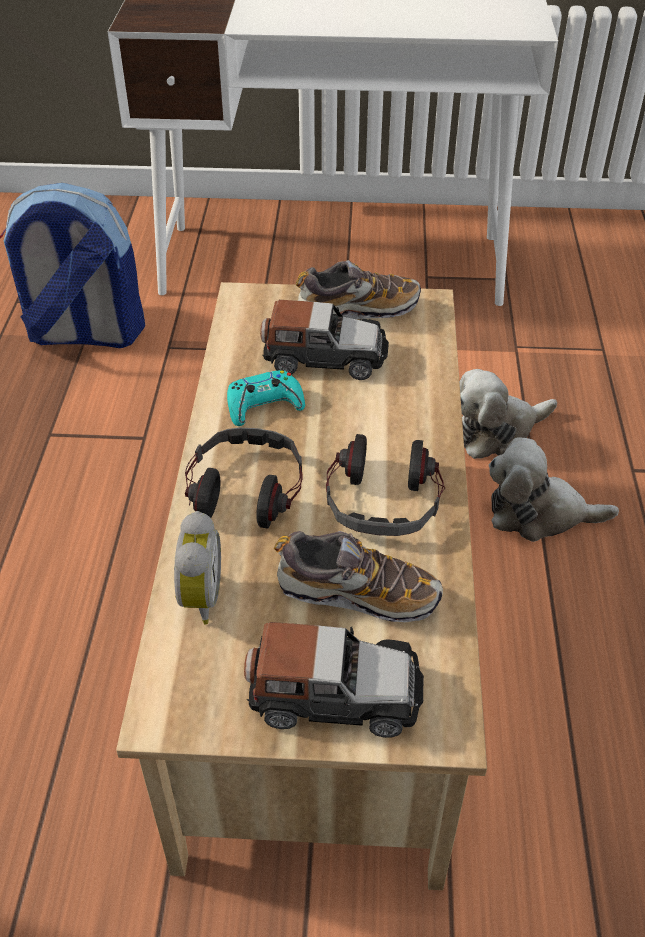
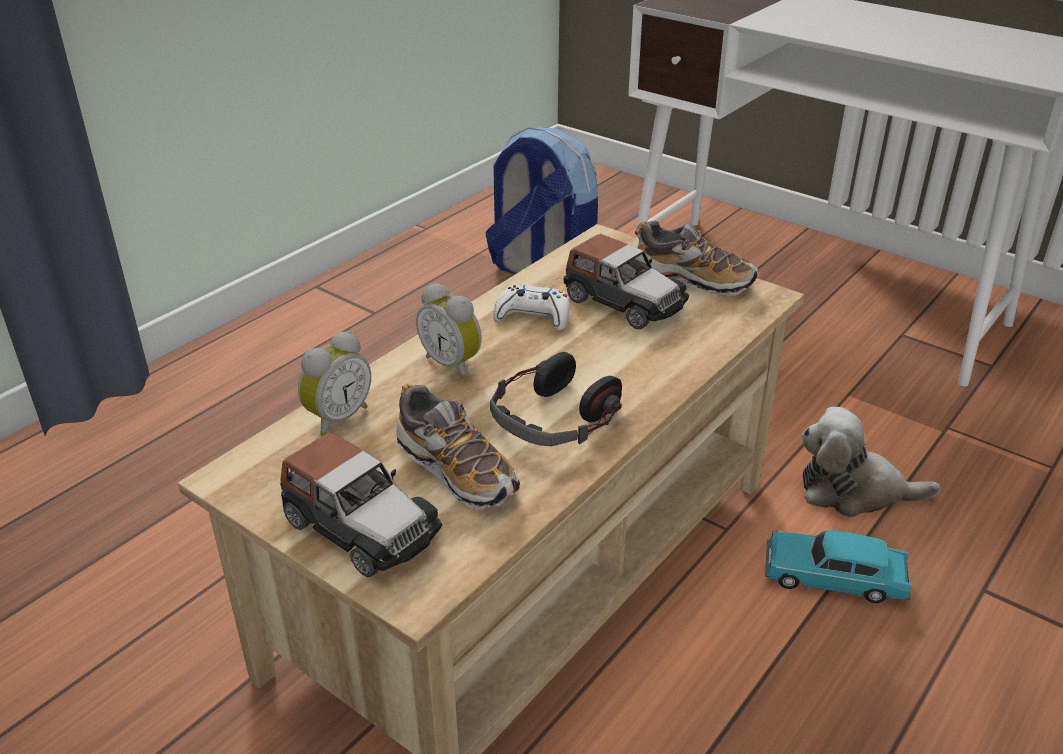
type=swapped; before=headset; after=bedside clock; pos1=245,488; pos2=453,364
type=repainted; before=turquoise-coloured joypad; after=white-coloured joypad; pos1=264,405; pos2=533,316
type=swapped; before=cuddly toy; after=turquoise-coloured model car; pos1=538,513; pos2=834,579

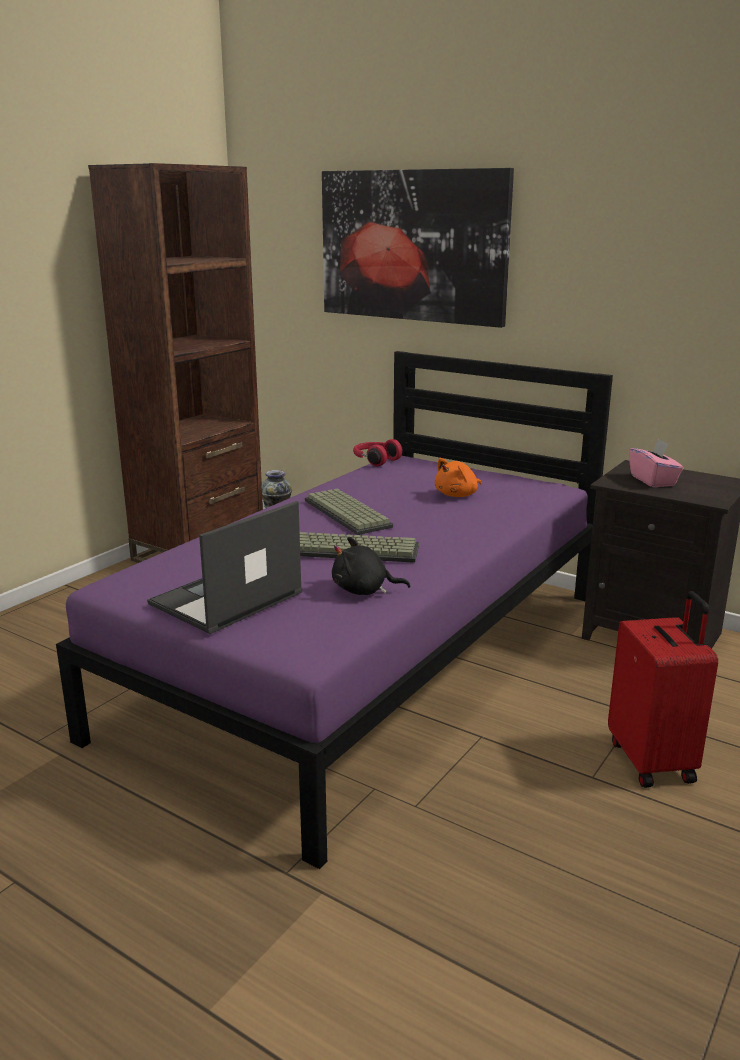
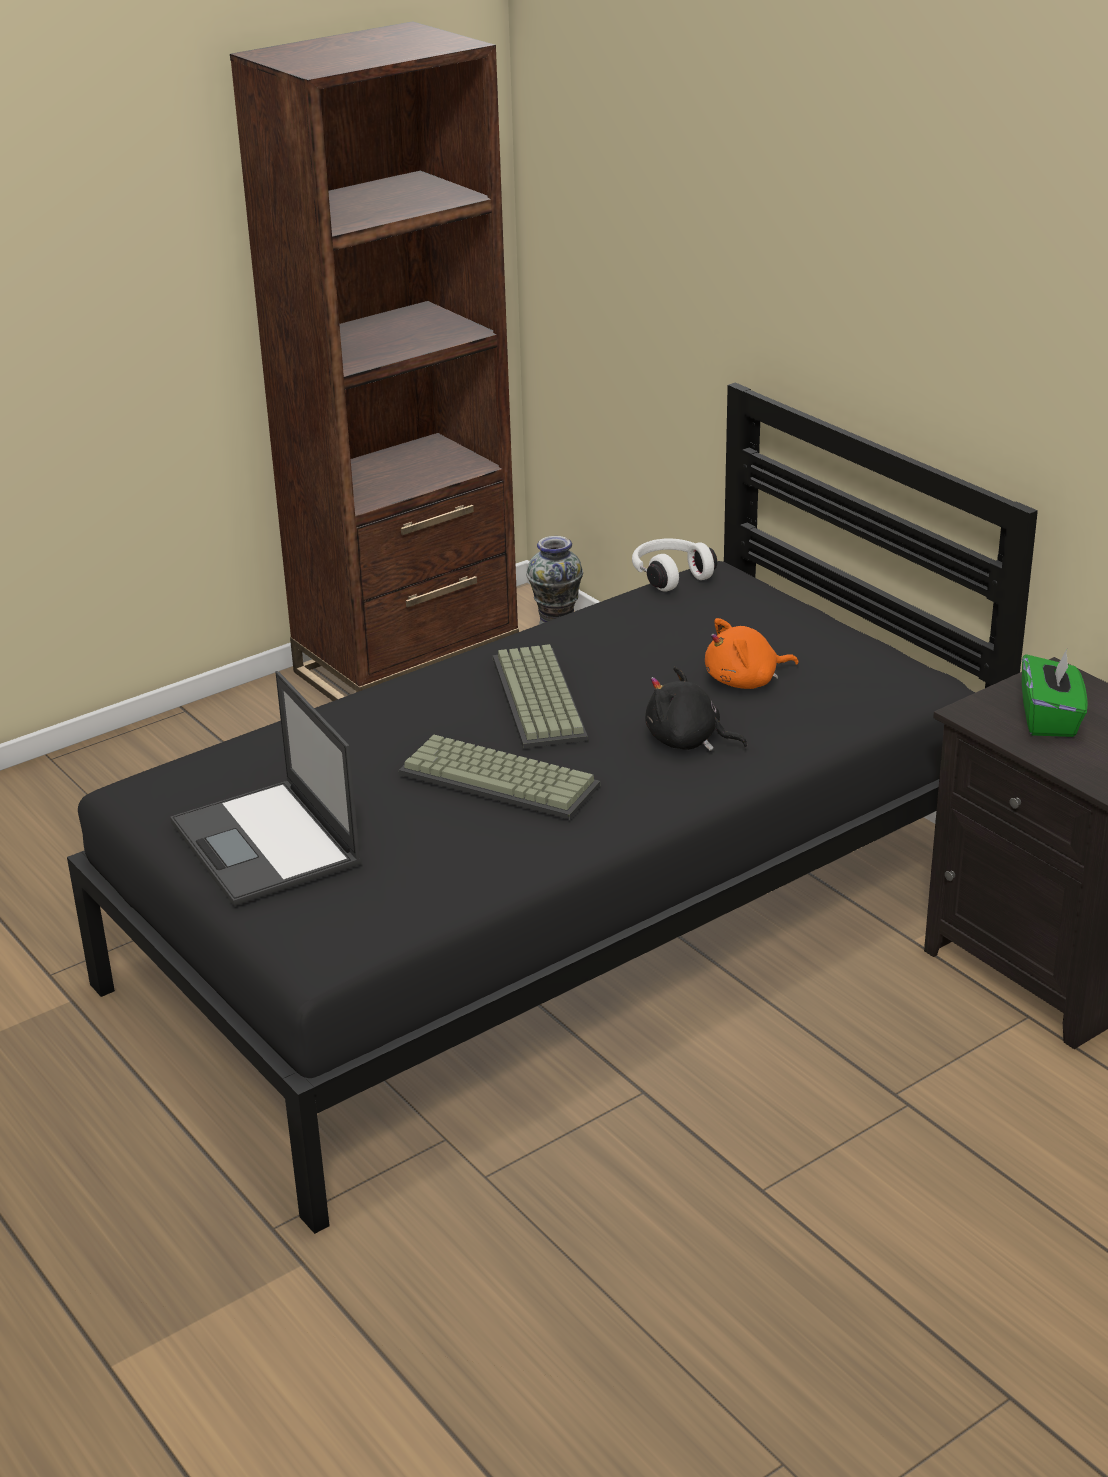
type=repainted; before=purple bed; after=black bed; pos1=370,660; pos2=559,929
type=rotated; before=notebook computer; pos1=225,599; pos2=267,844; turn=-90
type=gone; before=picture; pos1=412,246
type=shifted; before=black cuddly toy; pos1=364,590; pos2=687,741
type=repainted; before=red headset; after=white-coloured headset; pos1=375,460; pos2=670,576
type=gone; before=red travel case; pos1=653,761
type=repainted; before=pinkish tissue box; after=green-coloured tissue box; pos1=653,481; pos2=1050,719

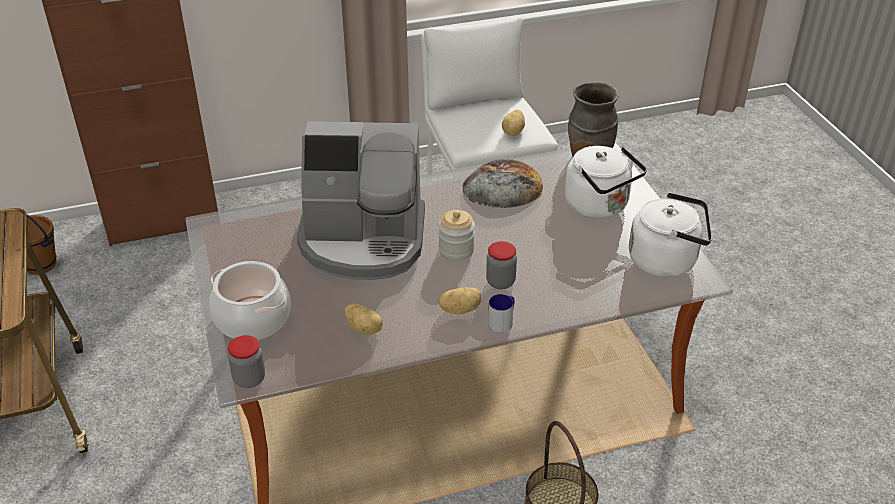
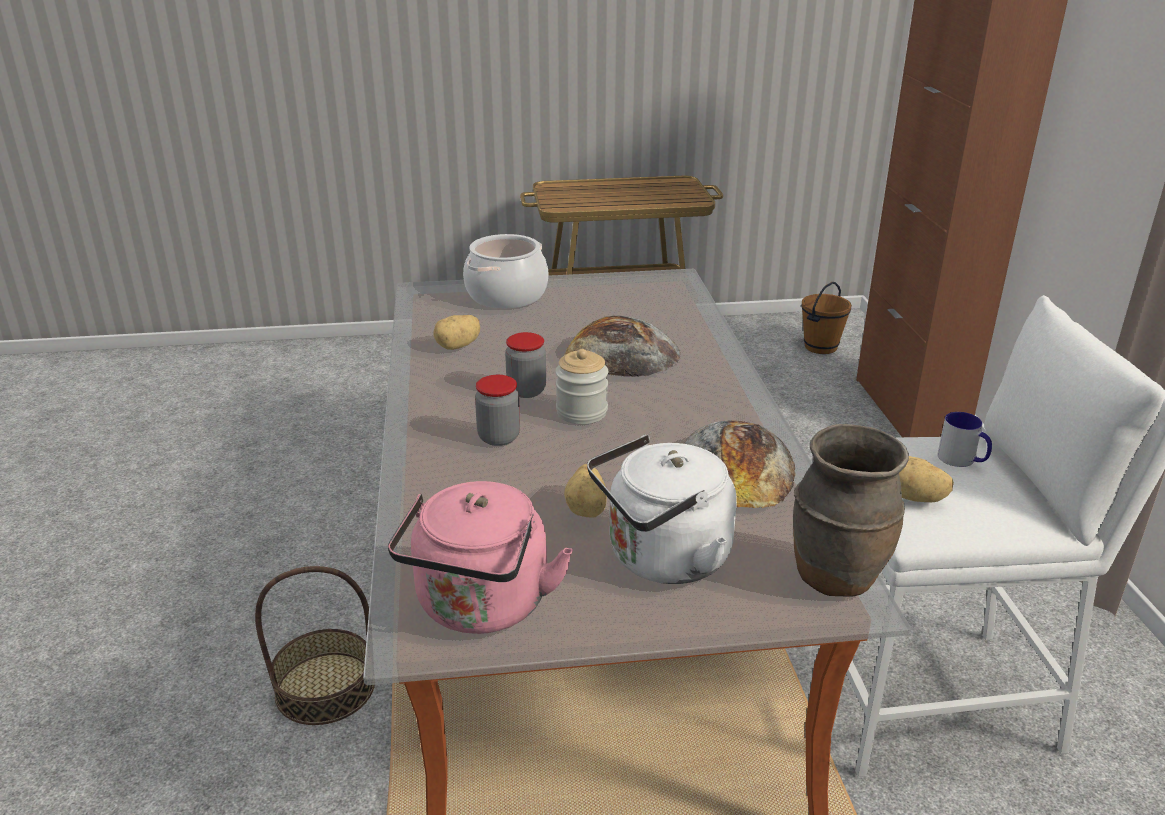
type=shifted; before=storage jar; pos1=249,379; pos2=526,391
type=swapped; before=coffee machine; after=bread; pos1=363,241; pos2=621,354
type=shifted; before=potato; pos1=460,309; pos2=587,509
type=shifted; before=tea mug; pos1=503,321; pos2=962,460
type=repainted; before=white-coloured tea kettle; after=pinkish tea kettle; pos1=666,260; pos2=481,608

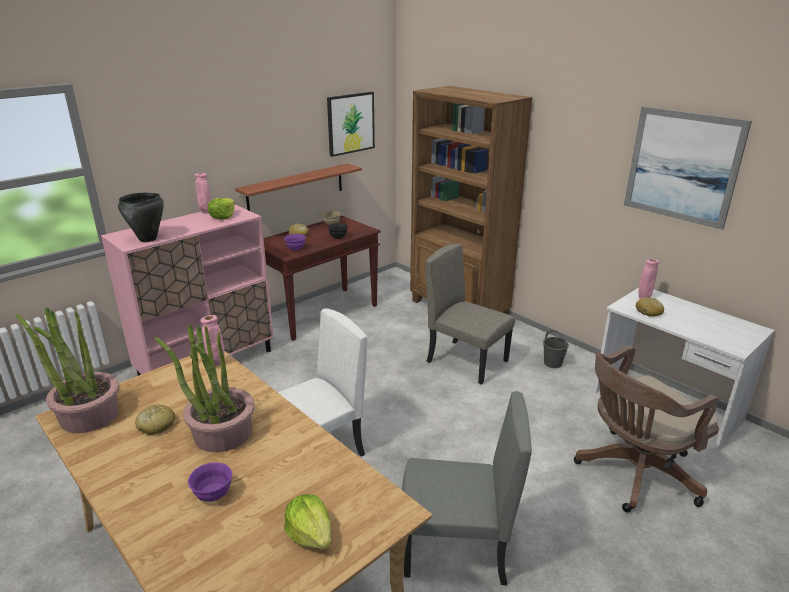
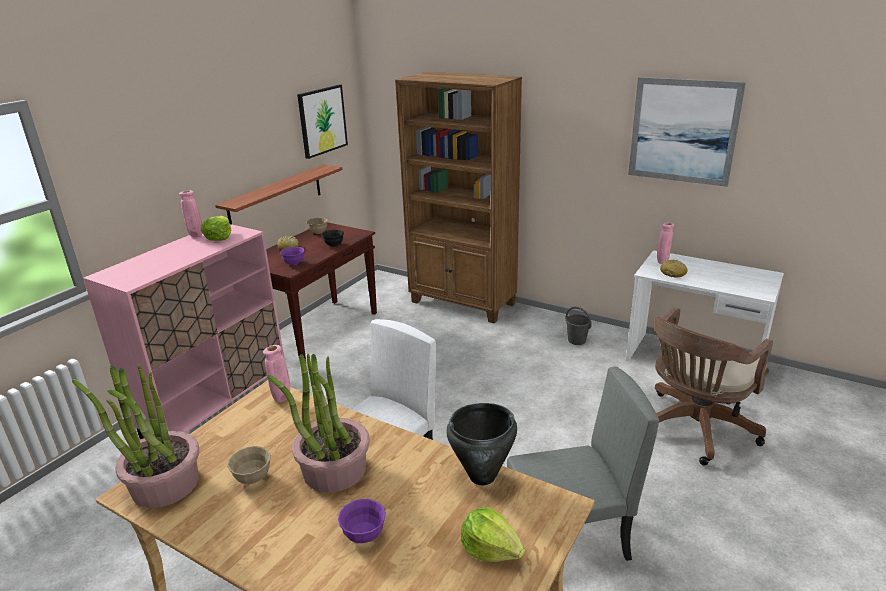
type=shifted; before=black cooking pot; pos1=148,239; pos2=482,476
type=swapped; before=bread; after=beige deep dish; pos1=156,425; pos2=253,478
type=gone; before=beige upright chair; pos1=467,361

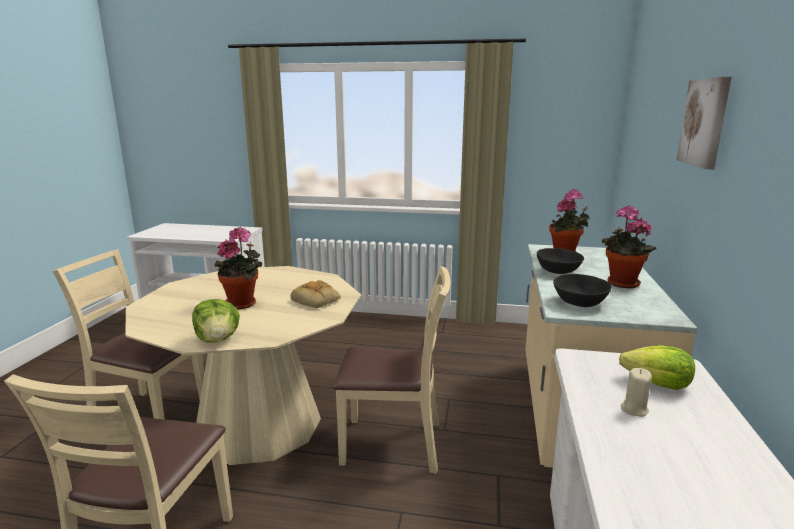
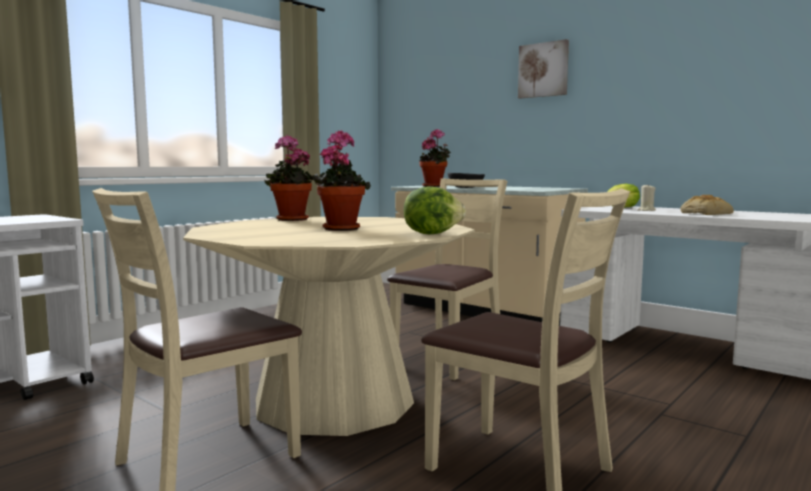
type=shifted; before=bread; pos1=317,300; pos2=705,213
type=gone; before=black deep dish; pos1=580,303
type=shifted; before=potted plant; pos1=620,284; pos2=291,220

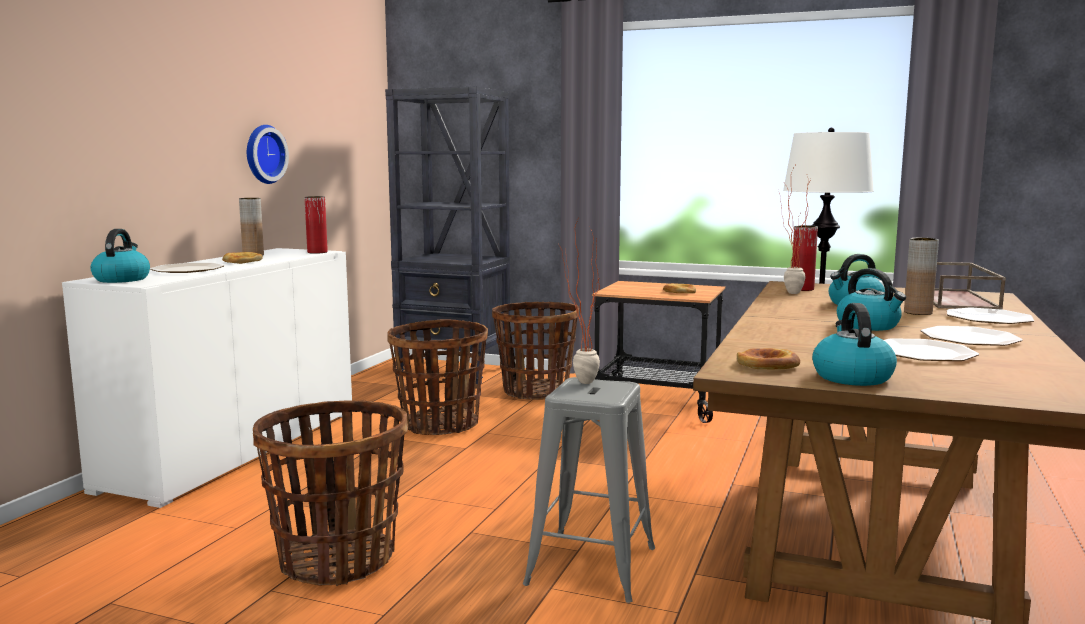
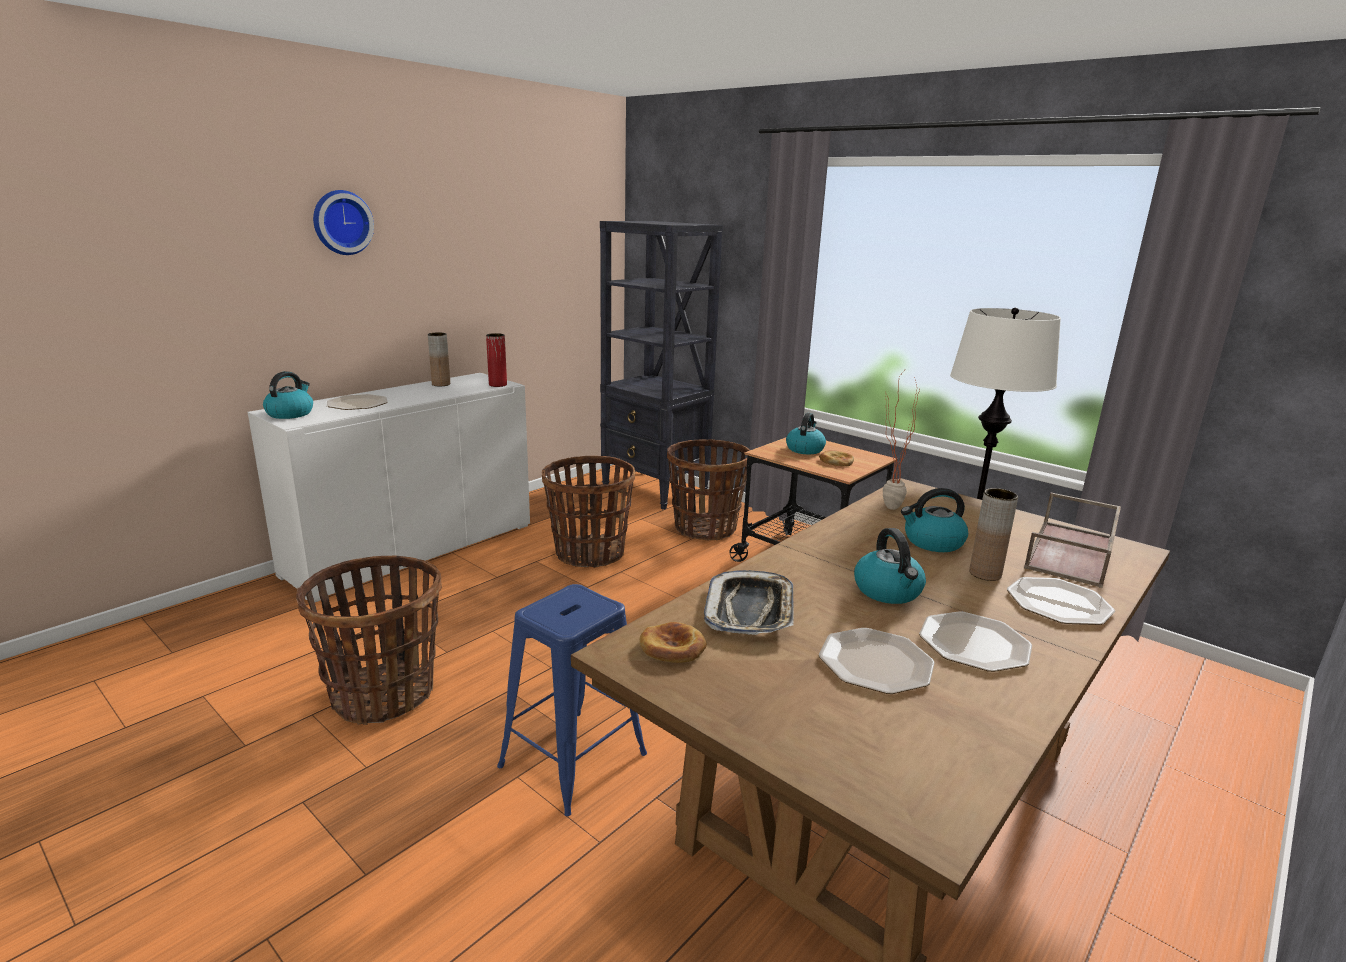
type=gone; before=bread; pos1=242,261
type=shifted; before=clock on the wall; pos1=263,154; pos2=341,222
type=repainted; before=gray stool; after=blue-coloured stool; pos1=591,566; pos2=572,760
type=gone; before=potted plant; pos1=577,382
type=gone; before=red flower vase; pos1=802,289
type=shifted; before=tea kettle; pos1=851,377; pos2=805,449
type=new; after=serving tray; pos2=750,610

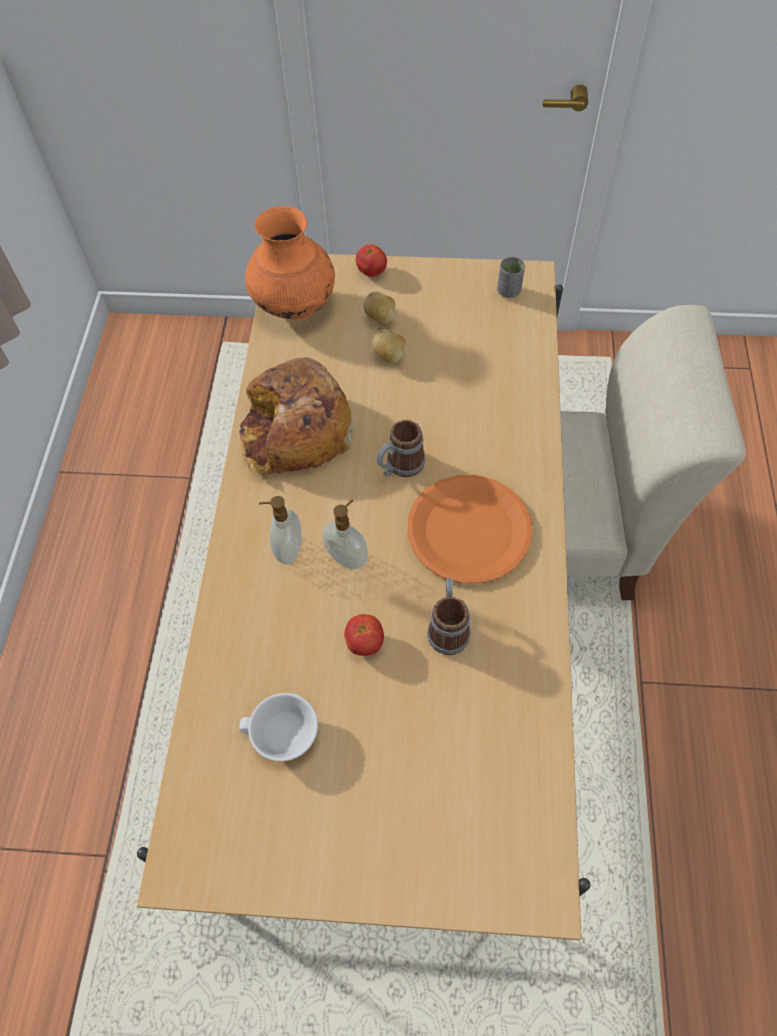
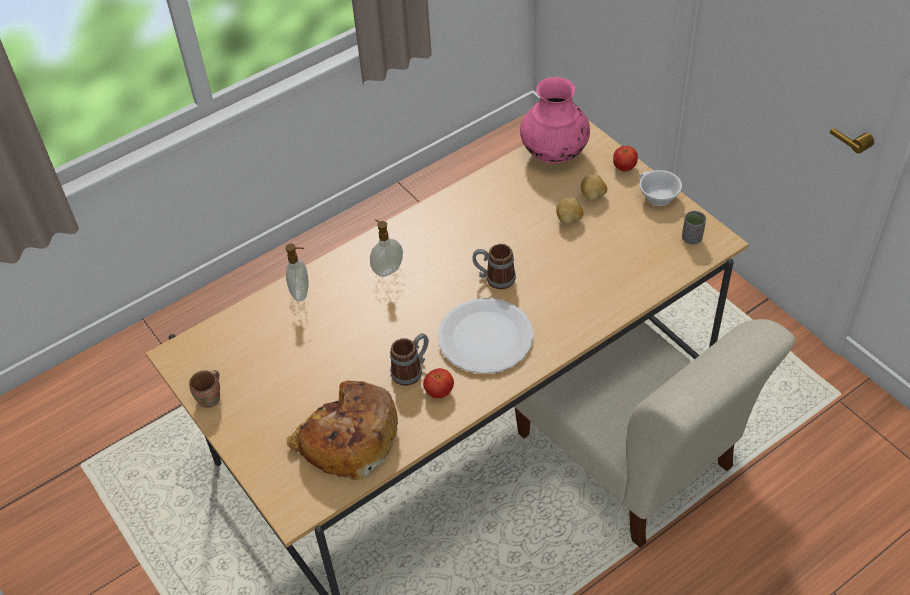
type=shifted; before=bread; pos1=295,431; pos2=347,438
type=shifted; before=white-coloured cup; pos1=283,737; pos2=656,197
type=repainted; before=orangey flower vase; after=pinkish flower vase; pos1=295,306; pos2=554,154
type=shifted; before=liquid soap bottle; pos1=348,557; pos2=301,292
type=shifted; before=tomato; pos1=365,643; pos2=439,391
type=repainted; before=orangey plate; after=white-coloured plate; pos1=469,530; pos2=485,338
type=new; after=brown tea mug; pos2=211,399

